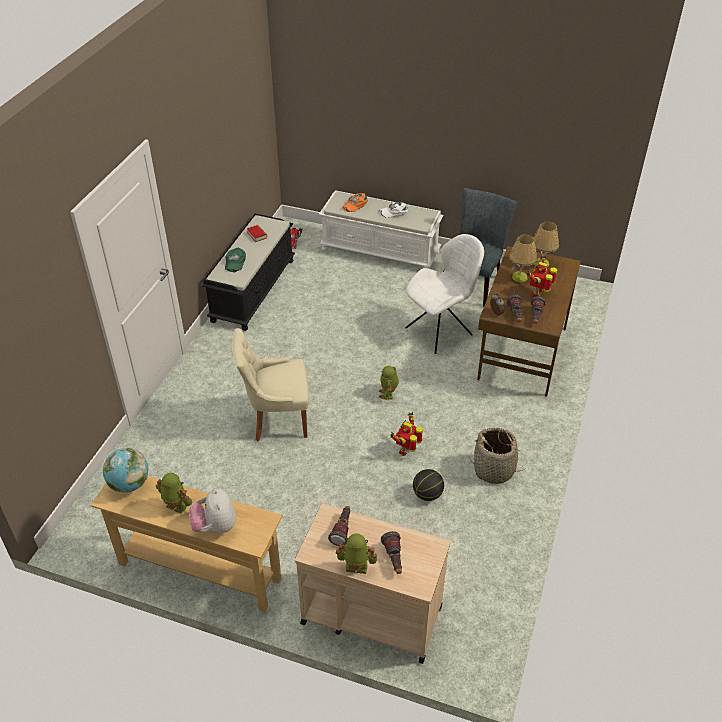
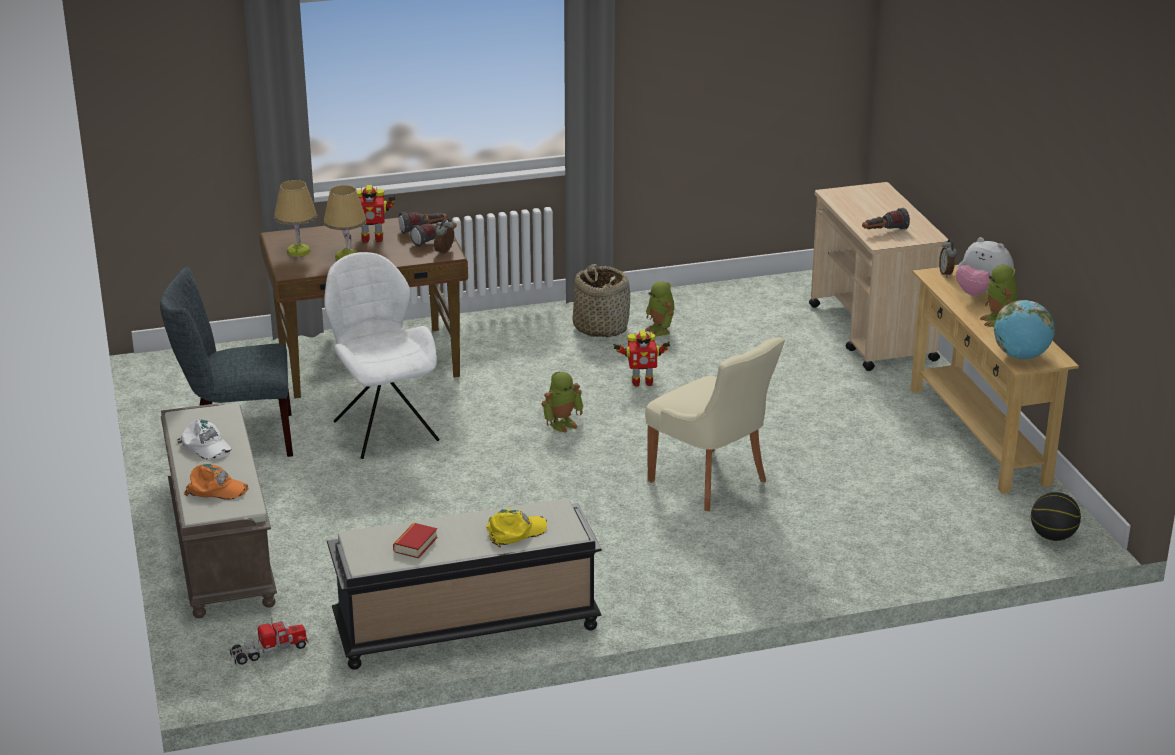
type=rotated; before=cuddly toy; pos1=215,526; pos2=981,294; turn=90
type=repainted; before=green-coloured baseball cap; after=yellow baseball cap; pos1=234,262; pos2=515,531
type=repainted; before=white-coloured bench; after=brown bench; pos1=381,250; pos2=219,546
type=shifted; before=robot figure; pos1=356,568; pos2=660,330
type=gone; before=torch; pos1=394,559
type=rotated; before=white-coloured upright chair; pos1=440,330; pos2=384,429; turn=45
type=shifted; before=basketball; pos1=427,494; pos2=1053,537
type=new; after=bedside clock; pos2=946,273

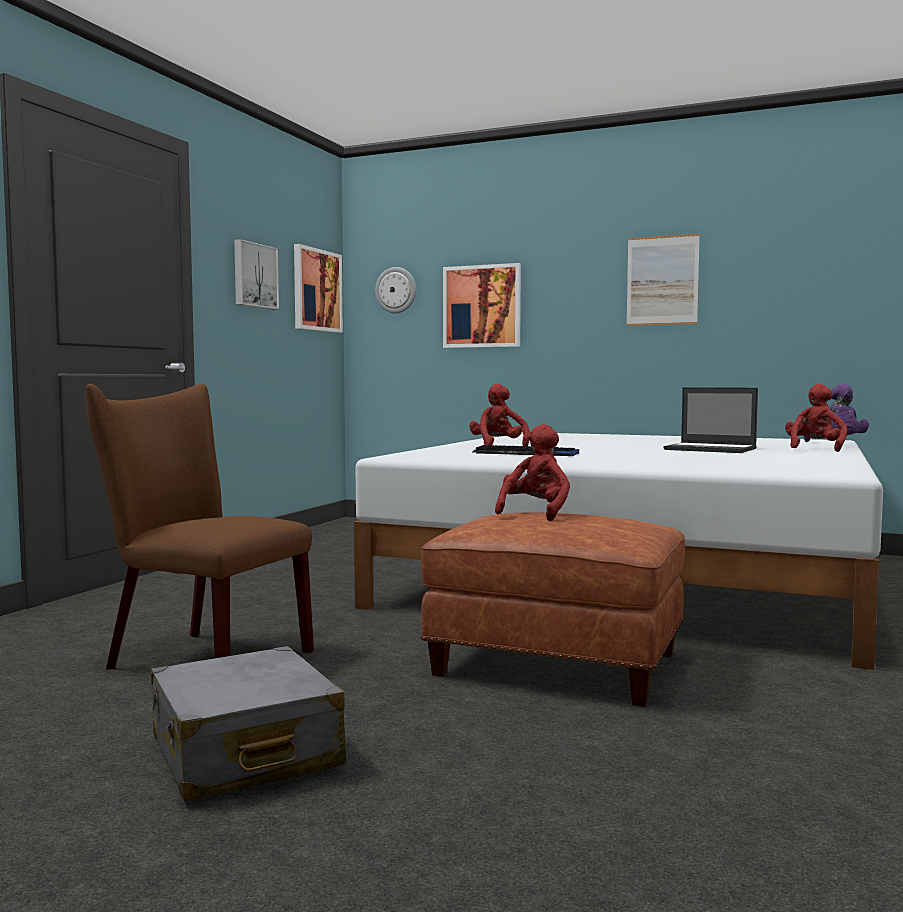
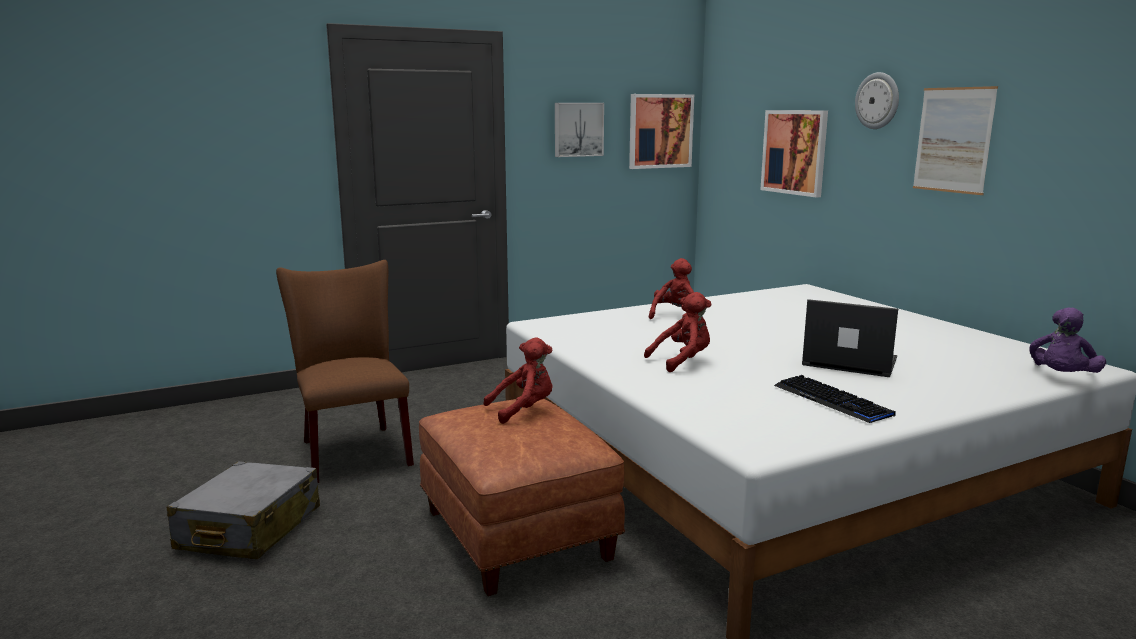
type=shifted; before=clock on the wall; pos1=396,290; pos2=877,101
type=shifted; before=keyboard; pos1=525,453; pos2=832,401
type=rotated; before=notebook computer; pos1=711,449; pos2=848,361; turn=135
type=shifted; before=red cuddly toy; pos1=815,449; pos2=682,361

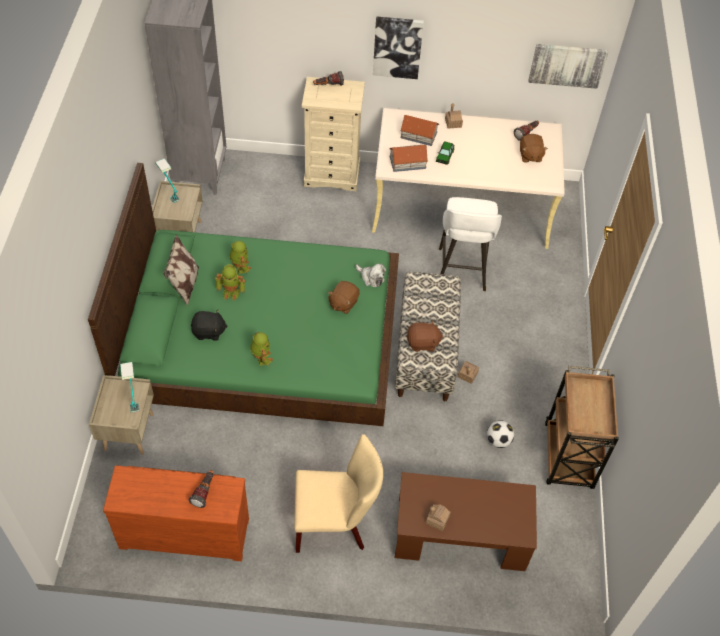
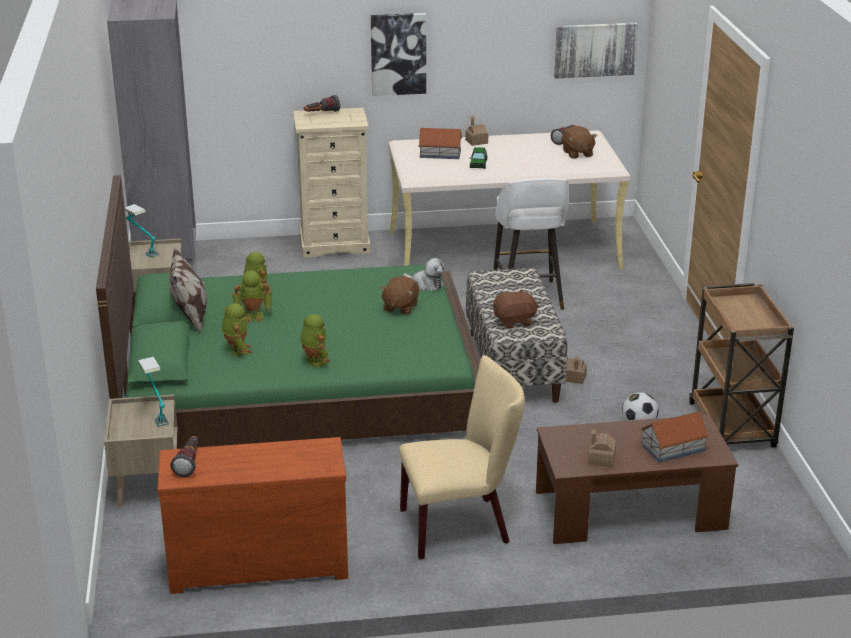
type=shifted; before=torch; pos1=204,491; pos2=189,463
type=swapped; before=black cuddly toy; after=robot figure; pos1=209,332; pos2=237,350
type=shifted; before=miniature house; pos1=407,162; pos2=672,447

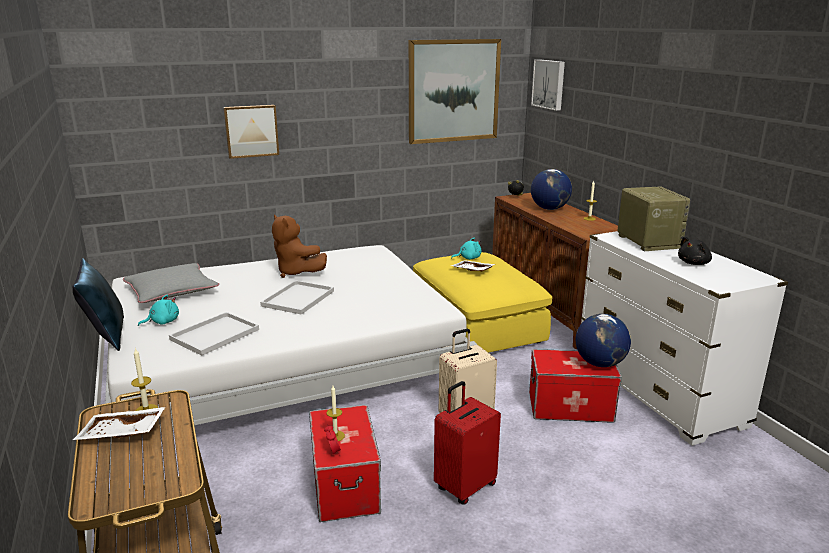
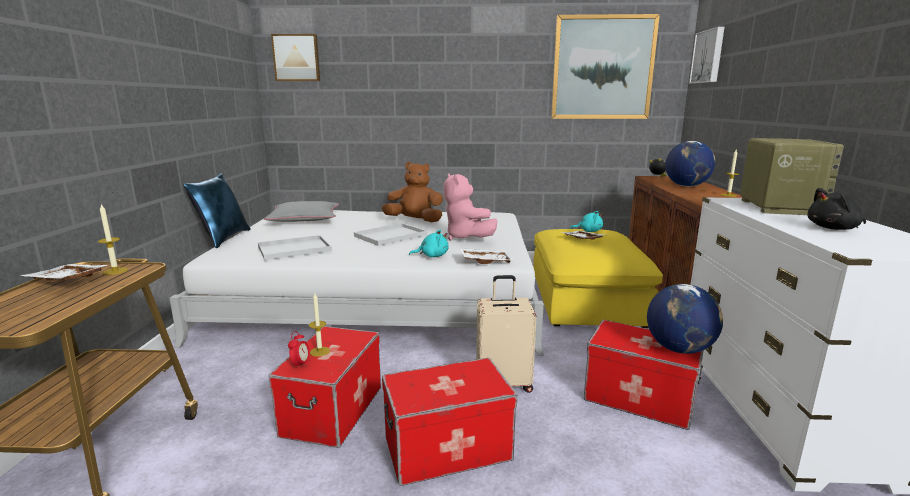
type=shifted; before=turquoise-coloured cuddly toy; pos1=162,322; pos2=432,256
type=shifted; before=picture; pos1=251,131; pos2=297,58
type=rotated; before=brown cuddly toy; pos1=297,272; pos2=415,221; turn=120
type=swapped; before=red travel case; after=storage container; pos1=464,486; pos2=447,448
type=new; after=pinkish cuddly toy; pos2=466,238
type=new; after=white-coloured serving tray; pos2=485,261

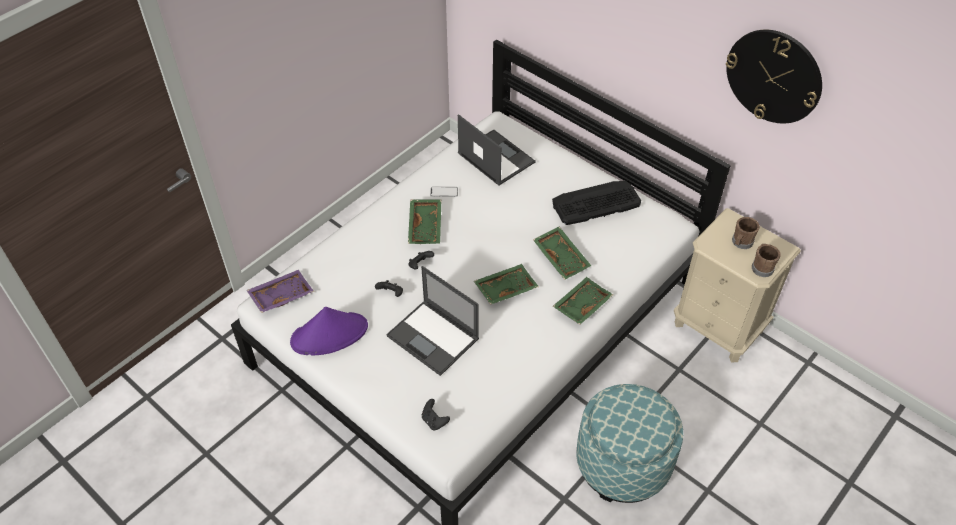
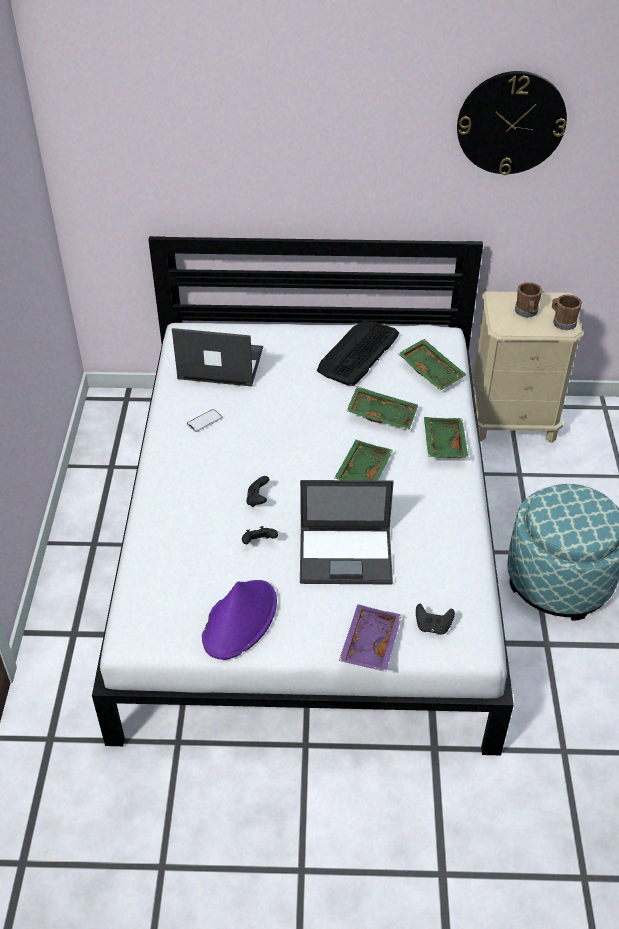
type=shifted; before=purple serving tray; pos1=281,295; pos2=369,643
type=shifted; before=green-coloured serving tray; pos1=426,226; pos2=432,371

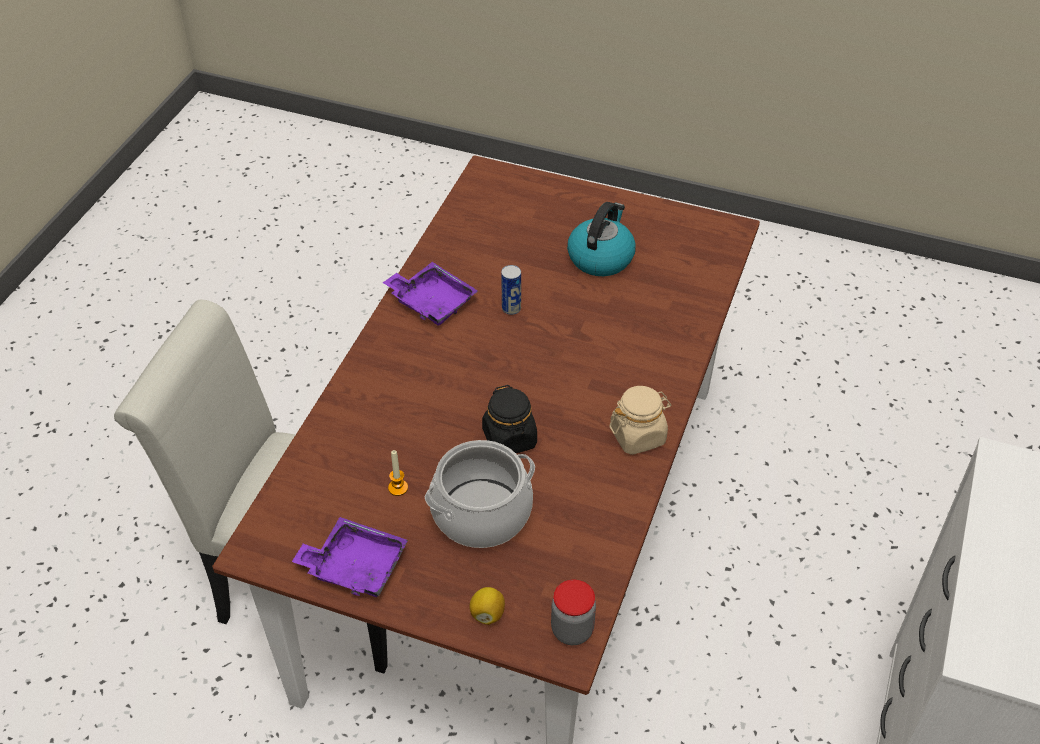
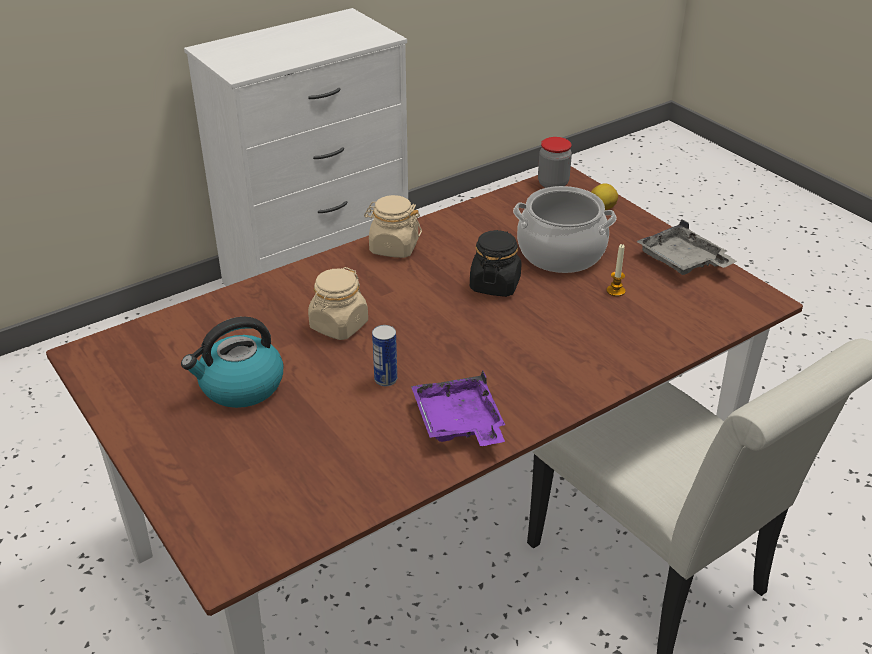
type=repainted; before=purple serving tray; after=gray serving tray; pos1=355,566; pos2=682,261
type=new; after=beige storage jar; pos2=339,326

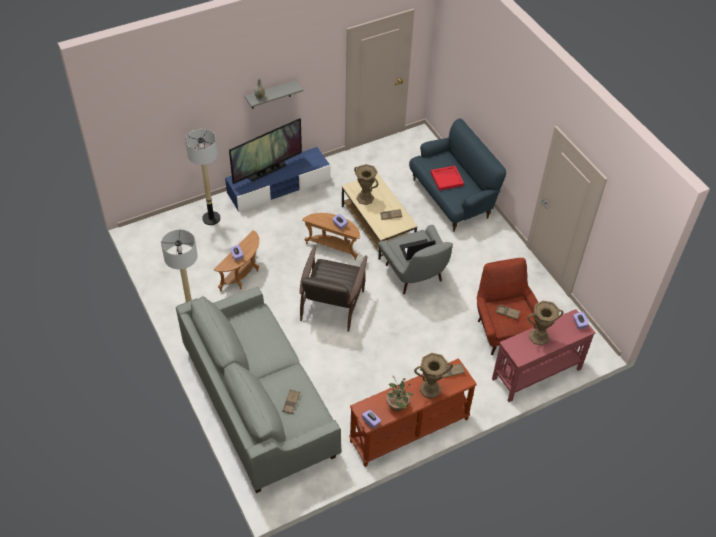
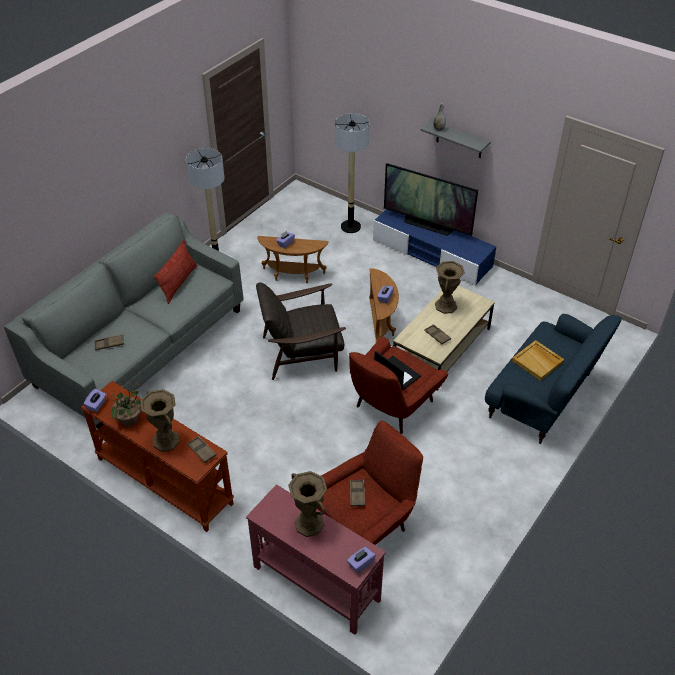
type=repainted; before=gray easy chair; after=red easy chair; pos1=415,275; pos2=391,407
type=repainted; before=red serving tray; after=beige serving tray; pos1=447,179; pos2=538,361
type=new; after=cushion; pos2=178,283

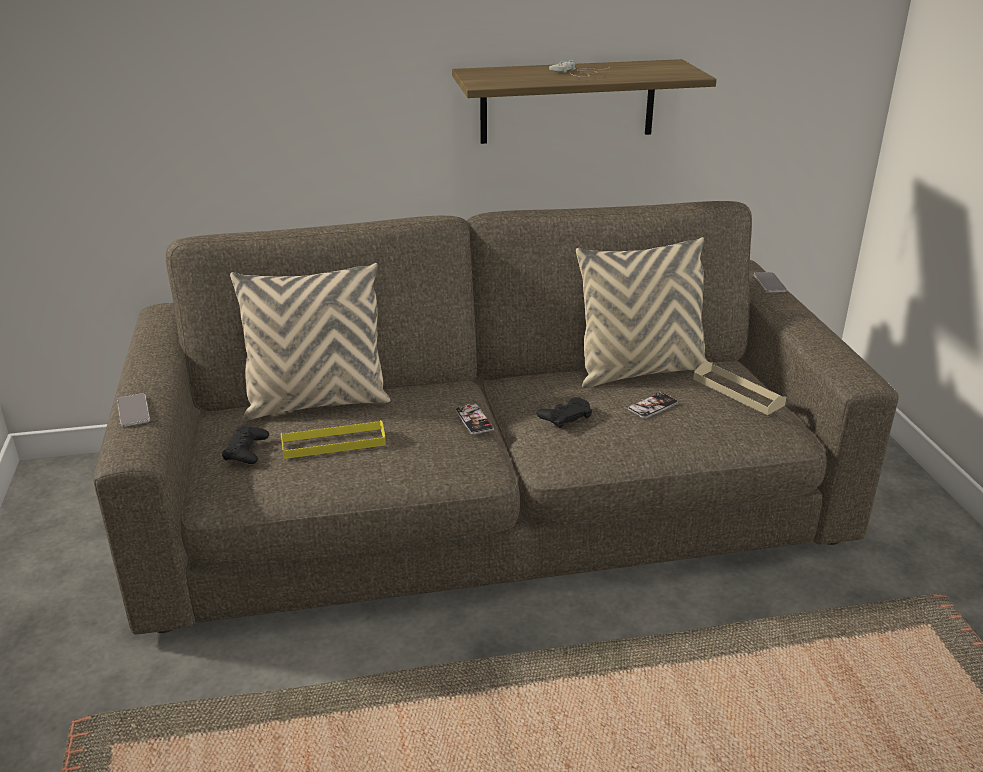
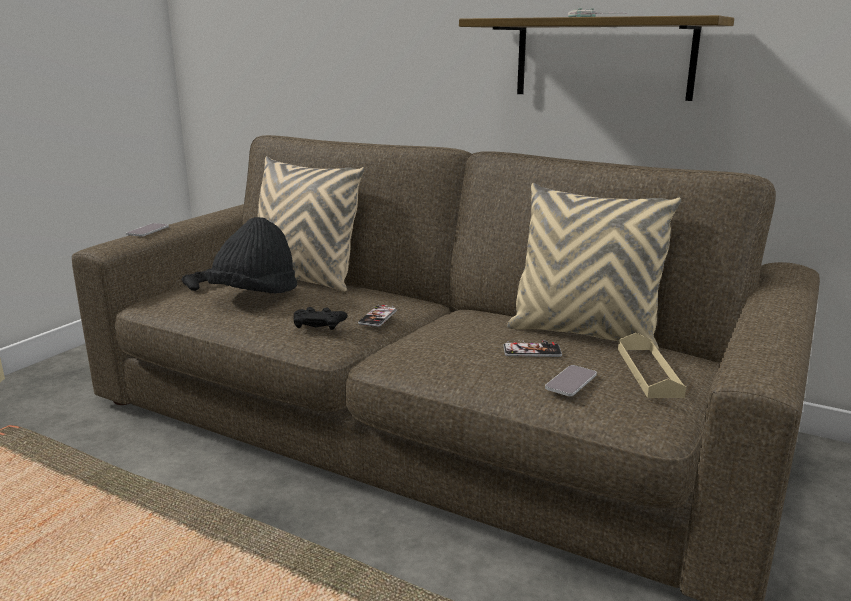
type=swapped; before=yellow serving tray; after=black clothing hat; pos1=333,443; pos2=255,295
type=shifted; before=black joypad; pos1=565,416; pos2=319,323
type=shifted; before=handset; pos1=769,283; pos2=571,382

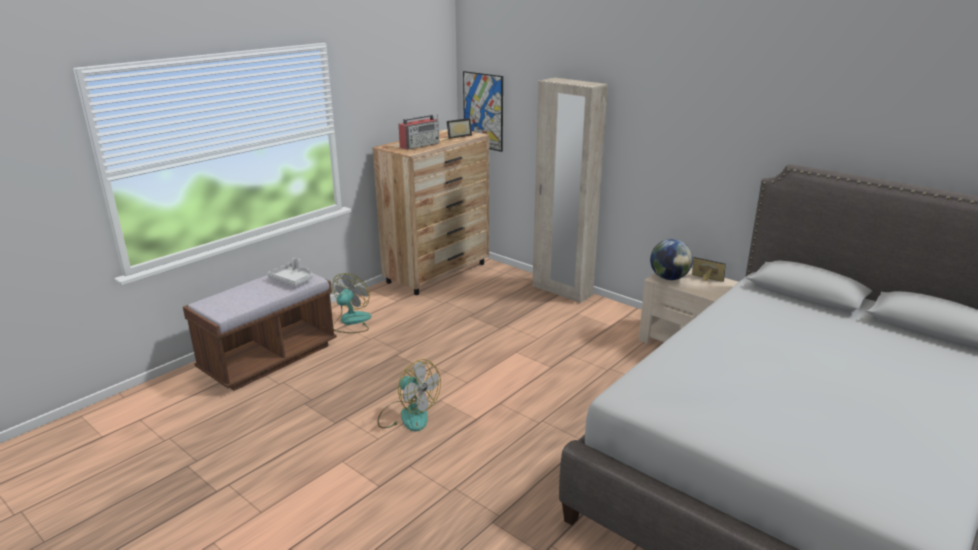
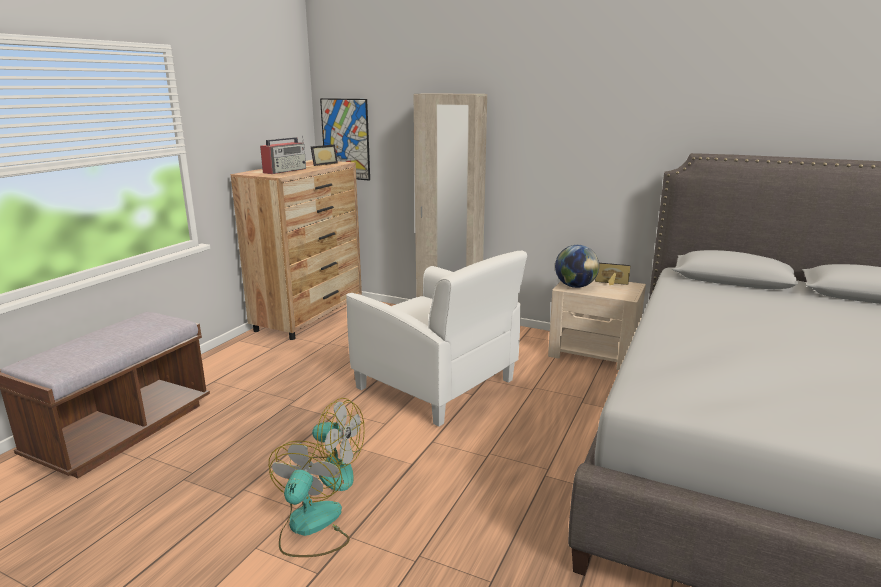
type=gone; before=gray serving tray; pos1=292,280
type=shifted; before=fan; pos1=351,322; pos2=310,527
type=new; after=white-coloured easy chair; pos2=437,385

